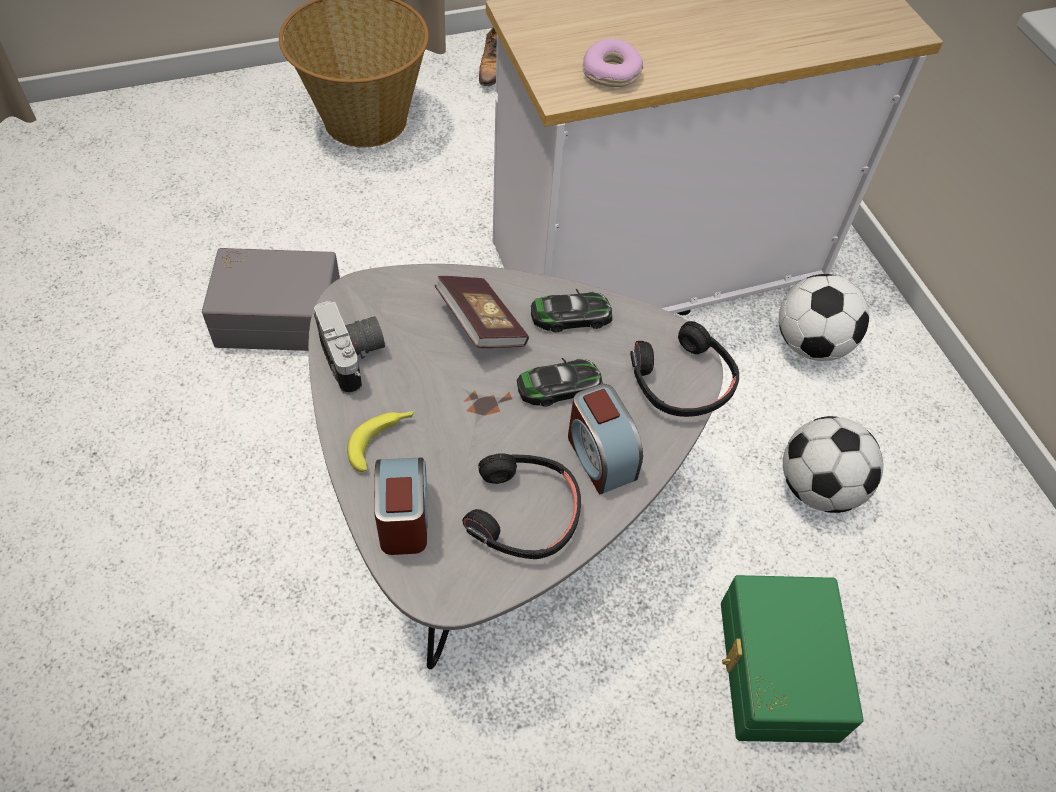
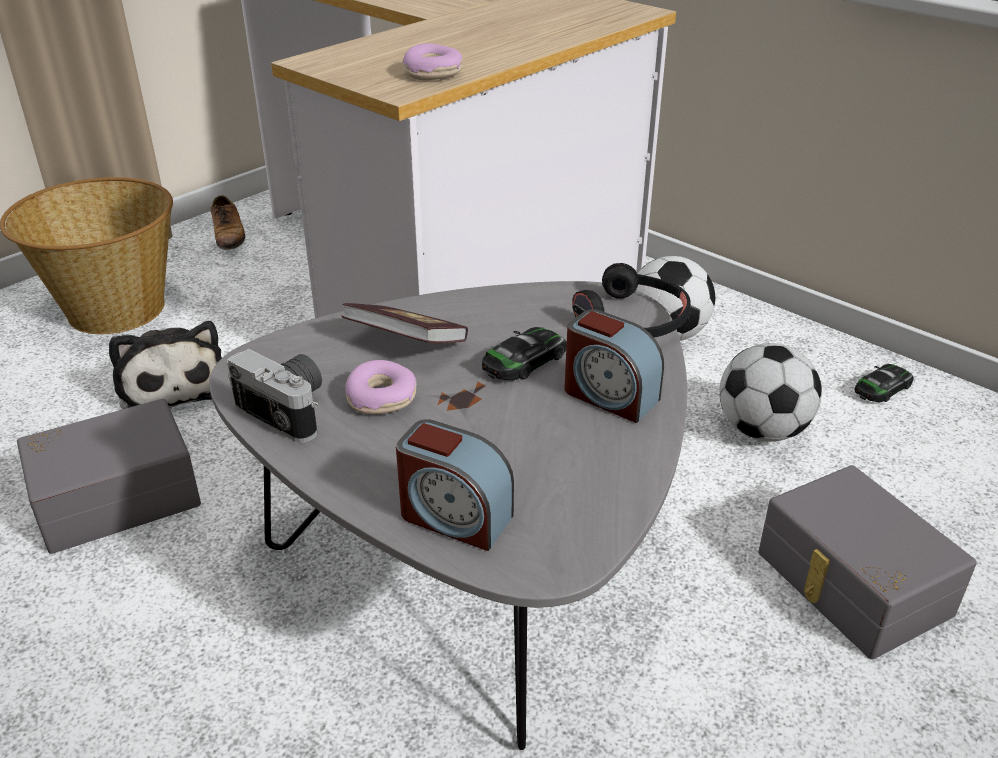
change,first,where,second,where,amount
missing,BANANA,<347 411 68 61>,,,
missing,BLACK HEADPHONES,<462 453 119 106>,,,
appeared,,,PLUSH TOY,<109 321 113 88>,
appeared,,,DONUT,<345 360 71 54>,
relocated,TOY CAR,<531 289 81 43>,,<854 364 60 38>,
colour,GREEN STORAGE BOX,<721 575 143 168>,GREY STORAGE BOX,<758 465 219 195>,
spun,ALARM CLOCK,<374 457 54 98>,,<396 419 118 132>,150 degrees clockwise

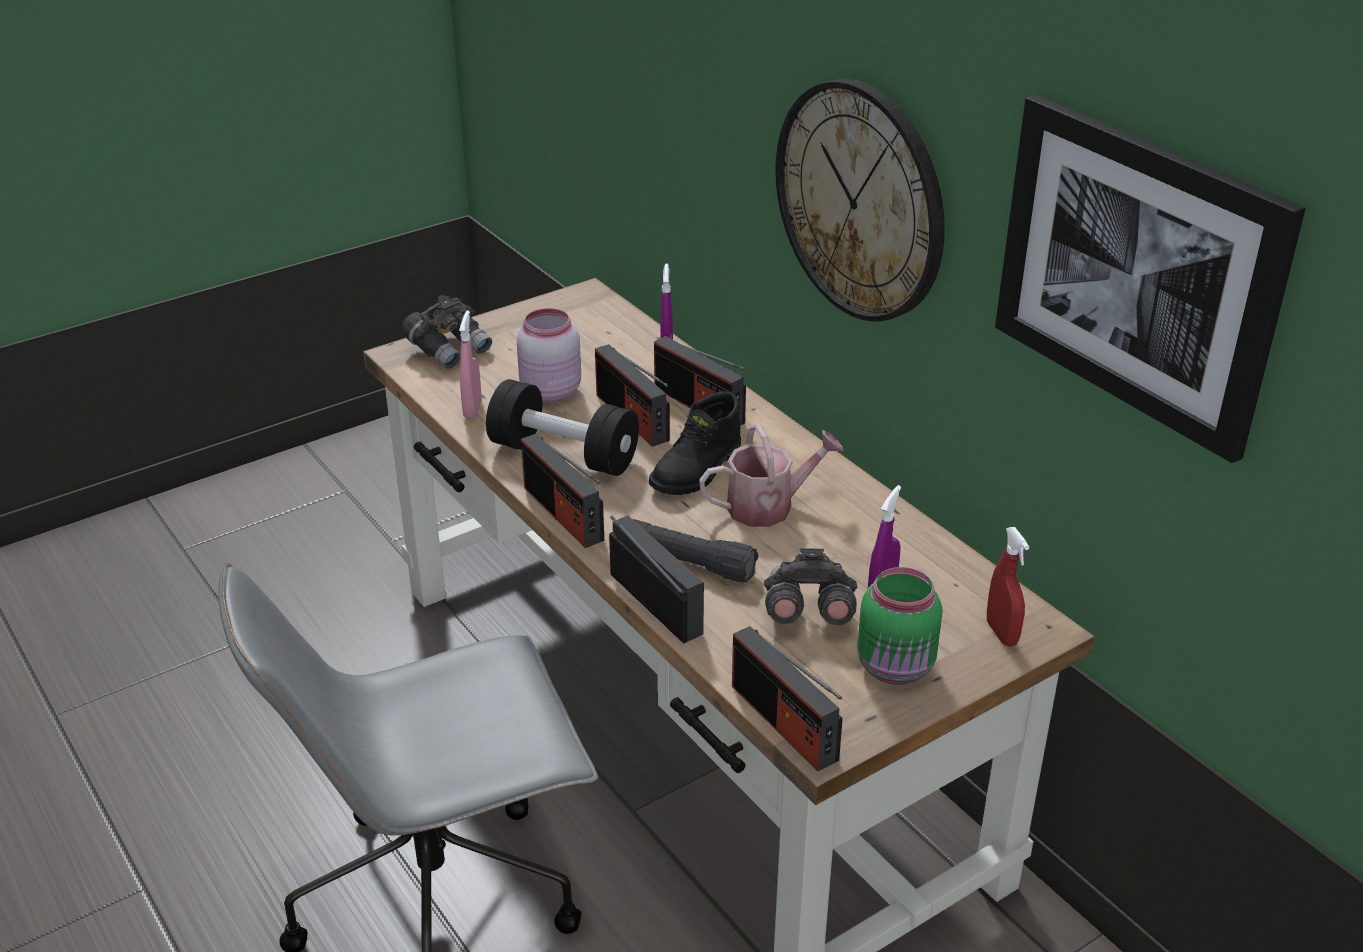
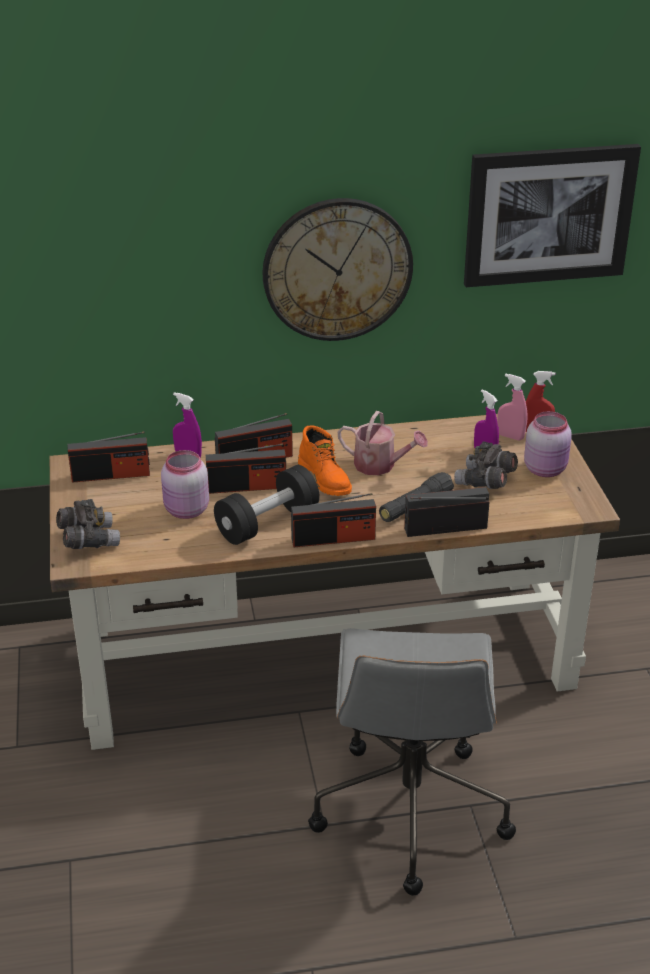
change,first,where,second,where,amount
relocated,PINK SPRAY BOTTLE,<459 311 23 108>,,<497 374 30 67>,
relocated,RADIO,<732 626 111 145>,,<68 431 82 52>,
colour,BLACK BOOT,<649 391 92 104>,ORANGE BOOT,<298 425 54 71>,
colour,GREEN JAR,<857 567 86 118>,PINK JAR,<524 411 48 66>,
spun,WATERING CAN,<699 425 145 102>,,<338 411 90 64>,105 degrees clockwise

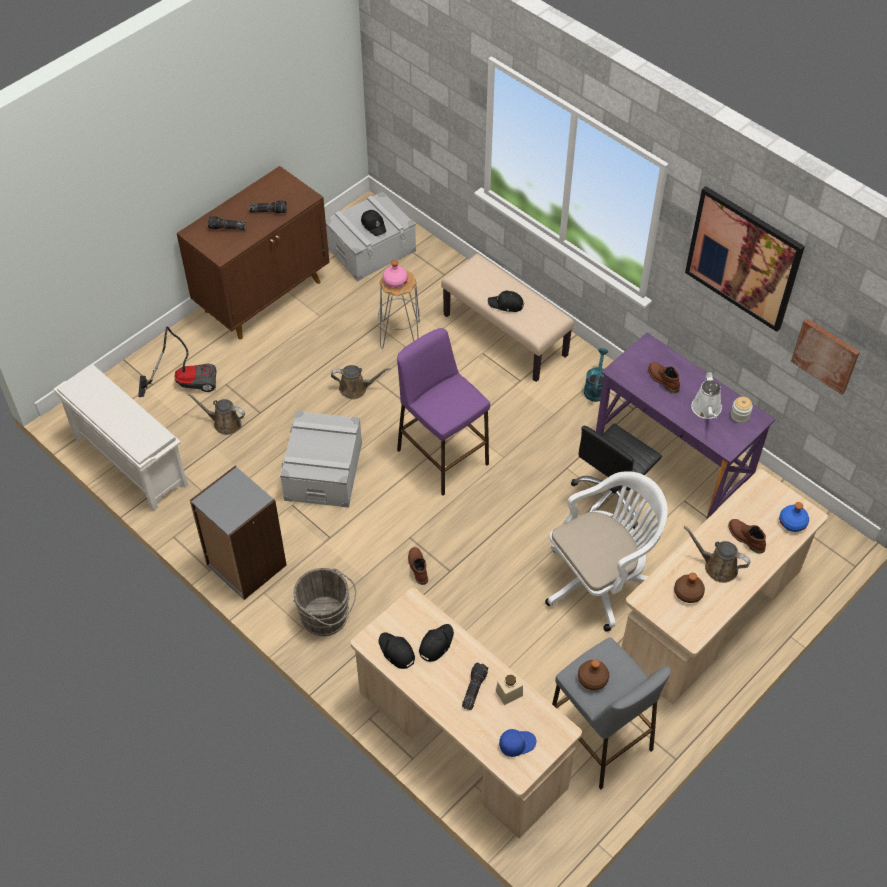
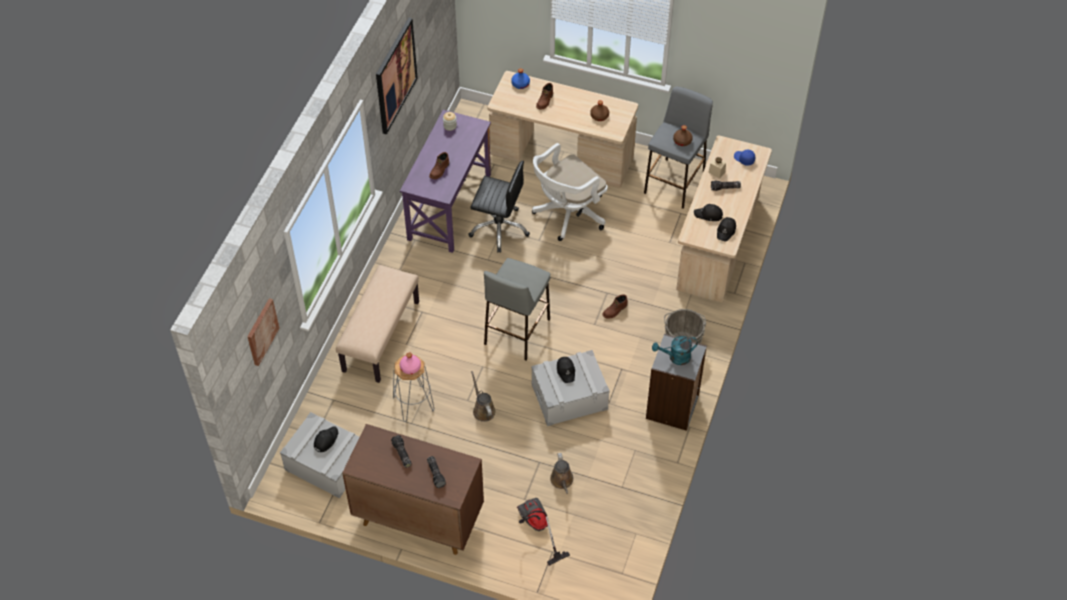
change,first,where,second,where,amount
missing,WHITE SHOE RACK,<53 364 135 147>,,,
missing,BROWN WATERING CAN,<684 526 66 57>,,,
missing,WHITE WATERING CAN,<691 372 31 47>,,,
relocated,BLACK CAP,<488 290 36 22>,,<557 357 18 26>,
relocated,TURQUOISE WATERING CAN,<584 348 24 54>,,<652 336 46 29>,
relocated,PICTURE,<791 318 69 77>,,<247 298 32 68>,
colour,PURPLE STOOL,<397 328 93 168>,GREY STOOL,<484 258 67 103>,
spun,WHITE OFFICE CHAIR,<545 471 123 161>,,<532 143 76 98>,75 degrees counterclockwise

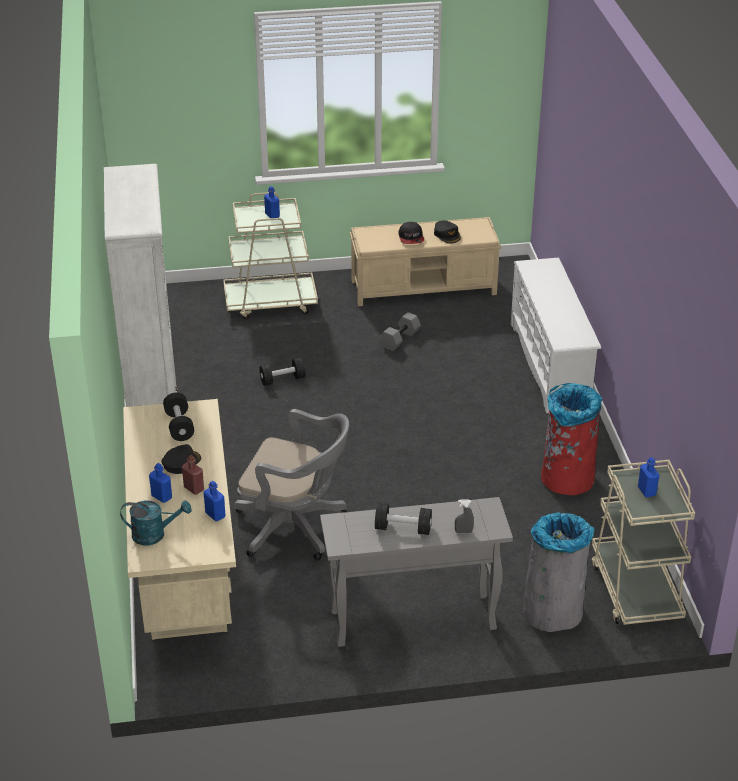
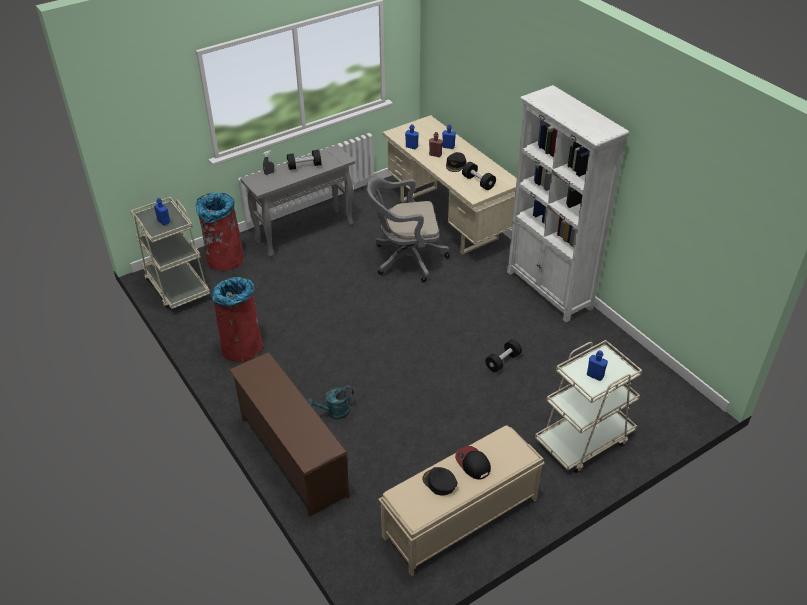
change,first,where,second,where,amount
missing,GREY DUMBBELL,<380 312 41 39>,,,
relocated,TURQUOISE WATERING CAN,<120 500 72 45>,,<307 386 47 33>,
colour,WHITE SHOE RACK,<511 258 90 155>,BROWN SHOE RACK,<229 352 121 165>,
colour,GREY TRASH CAN,<523 512 71 120>,RED TRASH CAN,<195 192 49 78>,

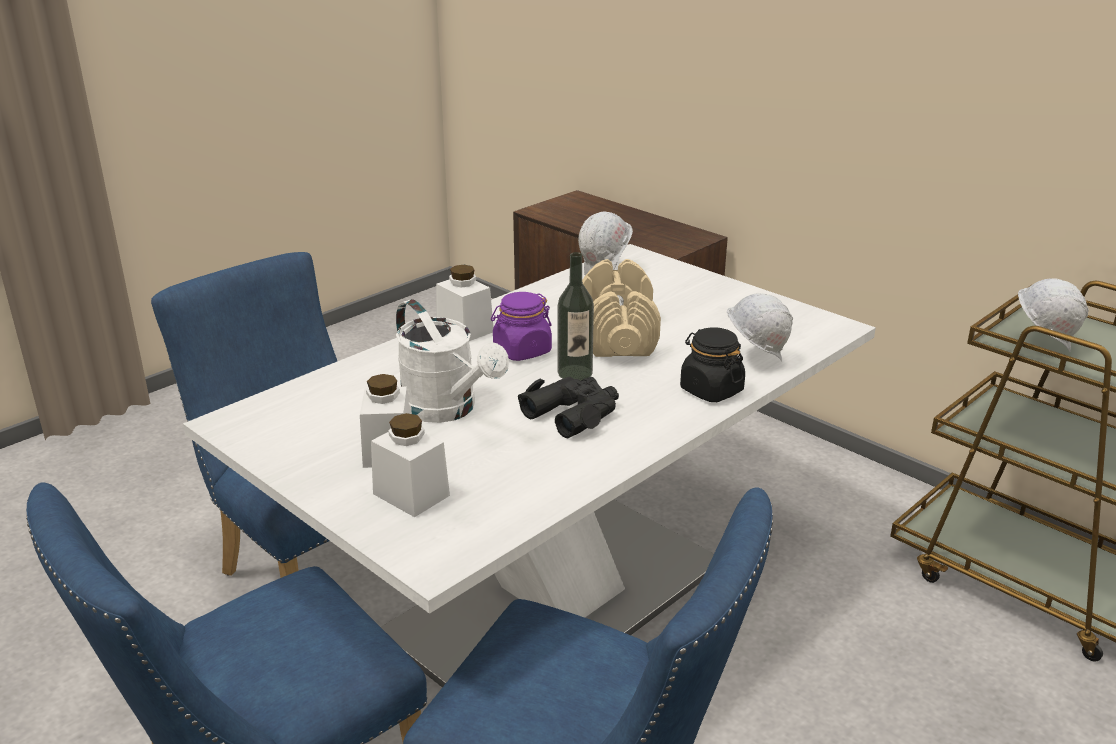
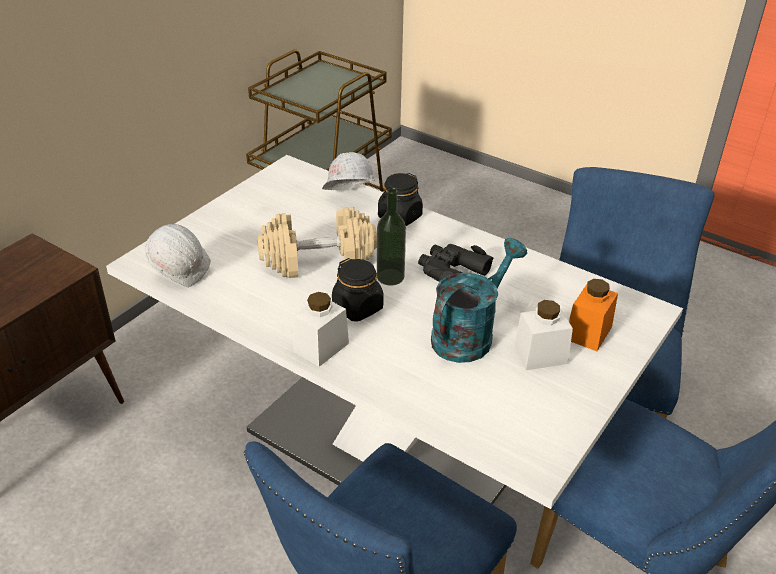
change,first,where,second,where,amount
missing,WHITE HARD HAT,<1018 278 71 74>,,,
colour,WHITE JAR,<371 413 79 104>,ORANGE JAR,<569 279 49 72>,
colour,WHITE WATERING CAN,<396 299 113 124>,TURQUOISE WATERING CAN,<431 238 96 125>,
colour,PURPLE JAR,<491 292 61 69>,BLACK JAR,<332 258 51 64>,

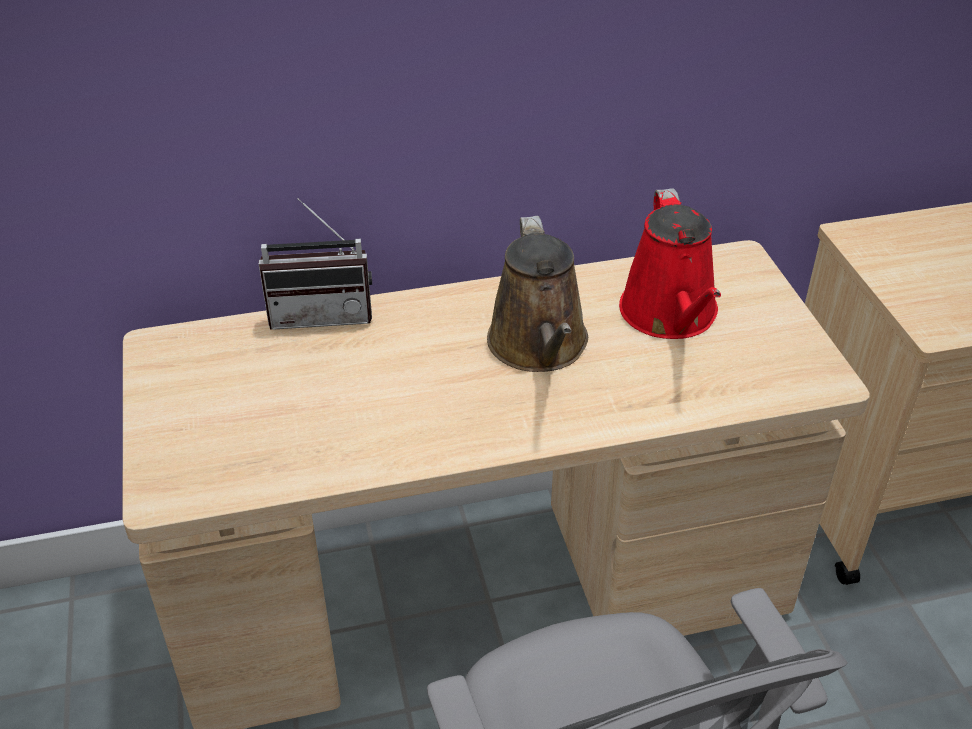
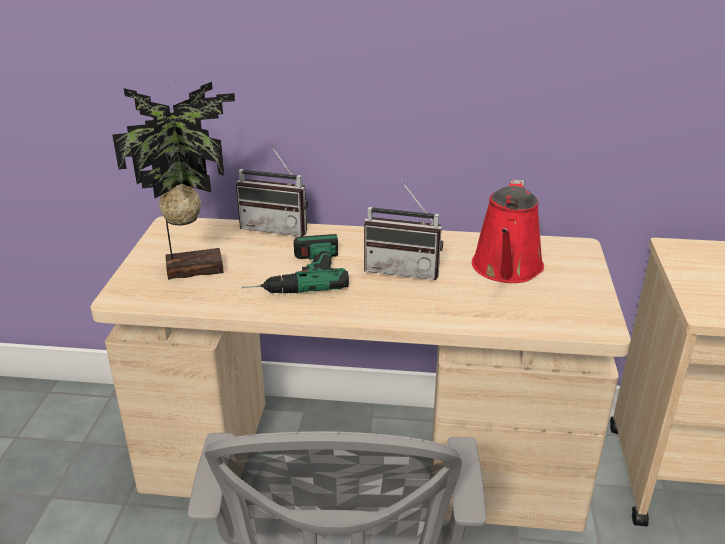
change,first,where,second,where,amount
appeared,,,POTTED PLANT,<112 82 123 198>,
appeared,,,POWER DRILL,<242 234 107 59>,
exchanged,BROWN WATERING CAN,<487 216 101 156>,RADIO,<364 180 79 100>,

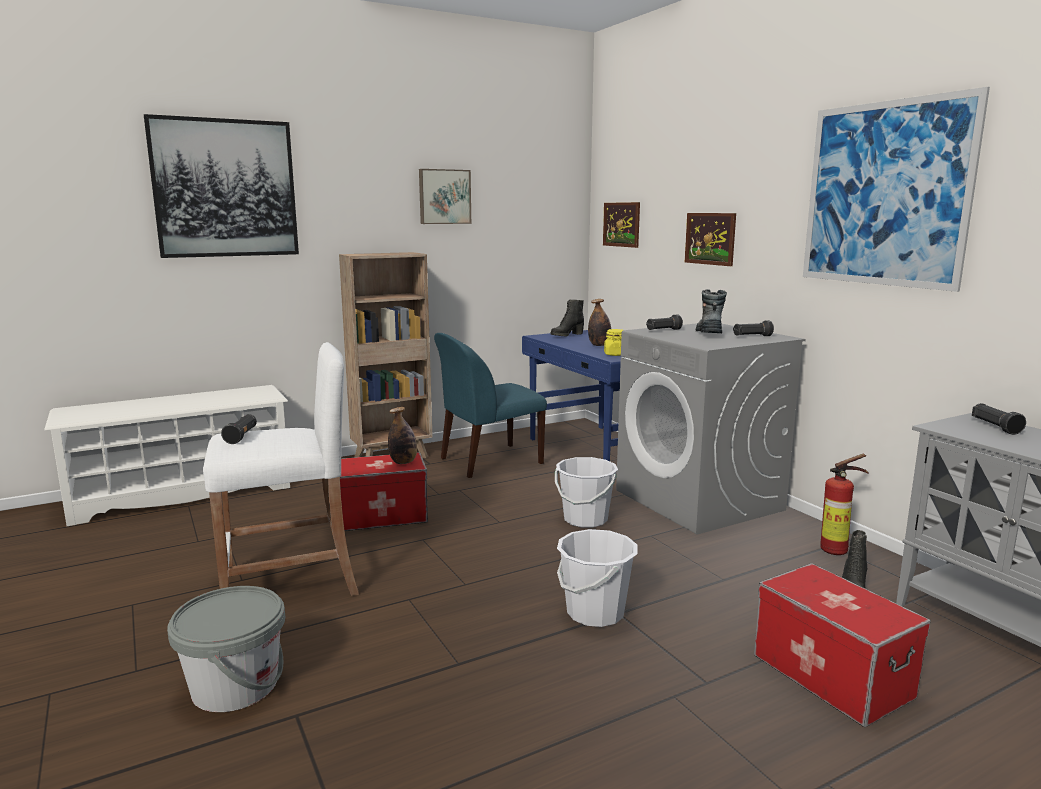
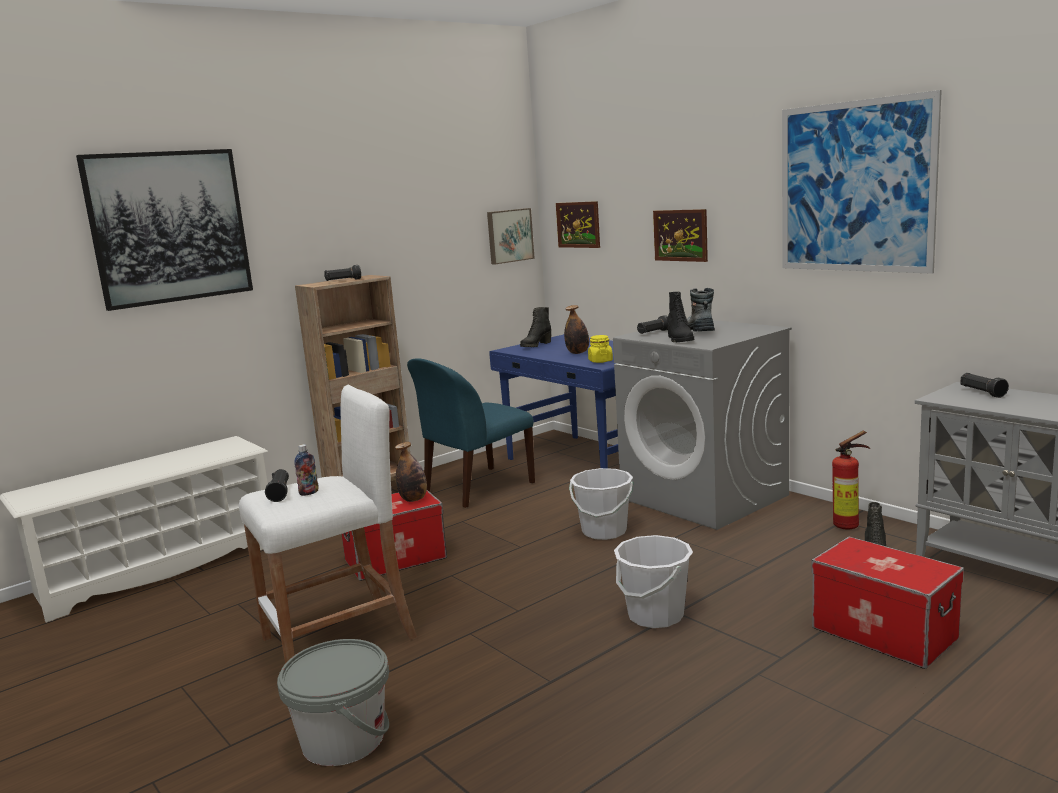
change,first,where,second,where,amount
appeared,,,BOTTLE,<294 444 24 52>,
appeared,,,BLACK BOOT,<667 292 27 50>,
relocated,PICTURE,<419 169 52 55>,,<487 208 48 56>,
relocated,BLACK FLASHLIGHT,<733 320 41 16>,,<324 265 37 16>,

